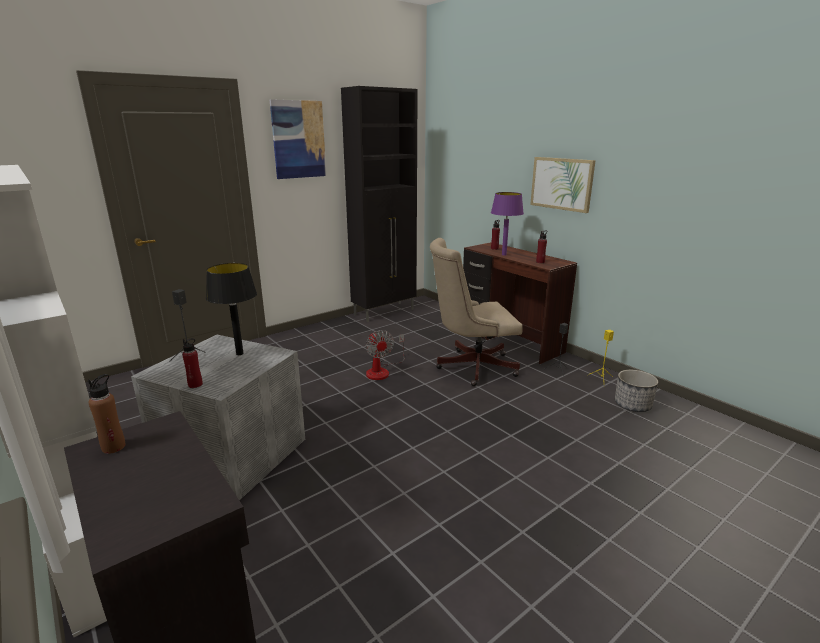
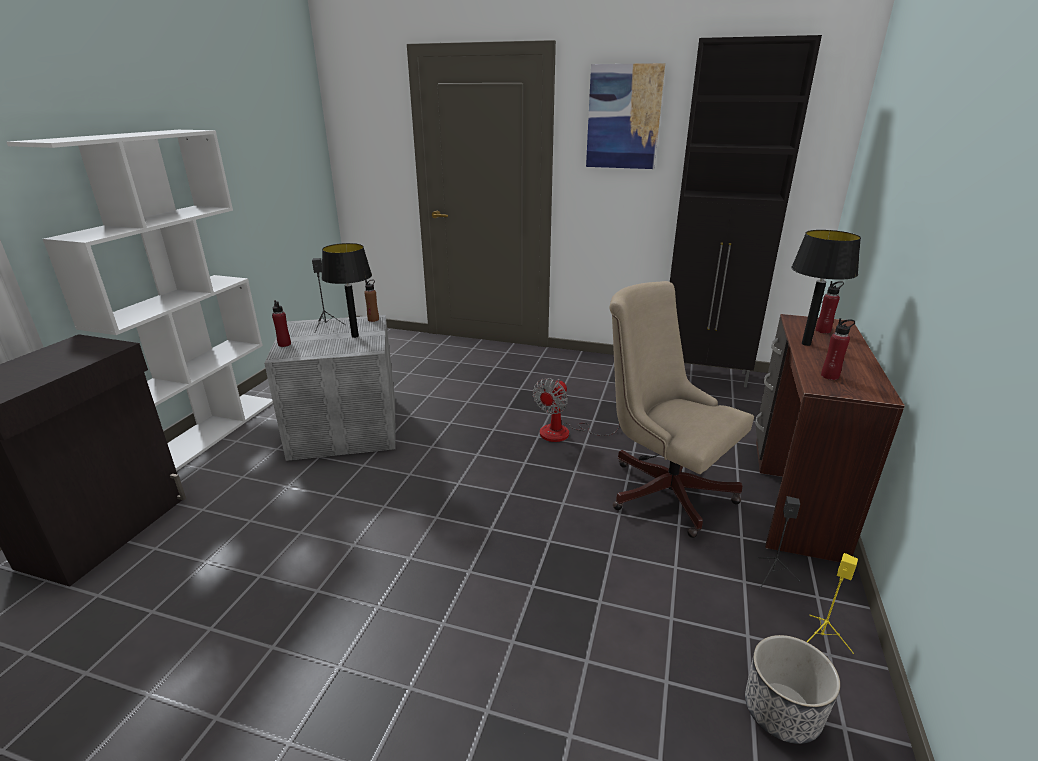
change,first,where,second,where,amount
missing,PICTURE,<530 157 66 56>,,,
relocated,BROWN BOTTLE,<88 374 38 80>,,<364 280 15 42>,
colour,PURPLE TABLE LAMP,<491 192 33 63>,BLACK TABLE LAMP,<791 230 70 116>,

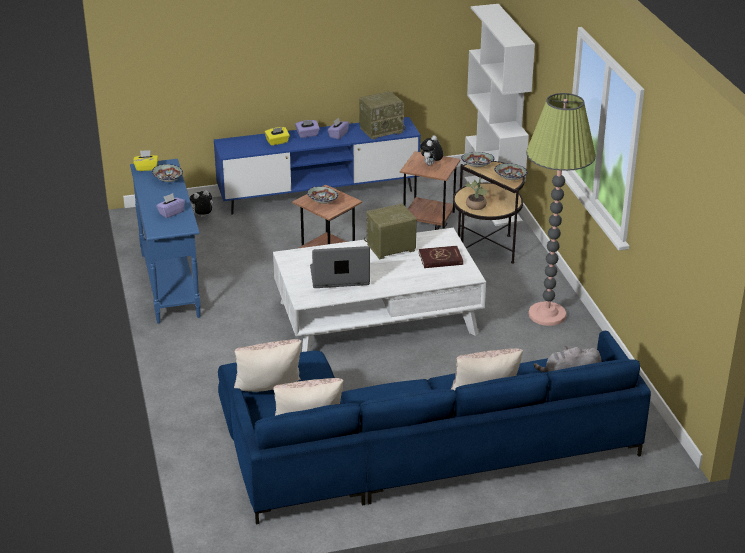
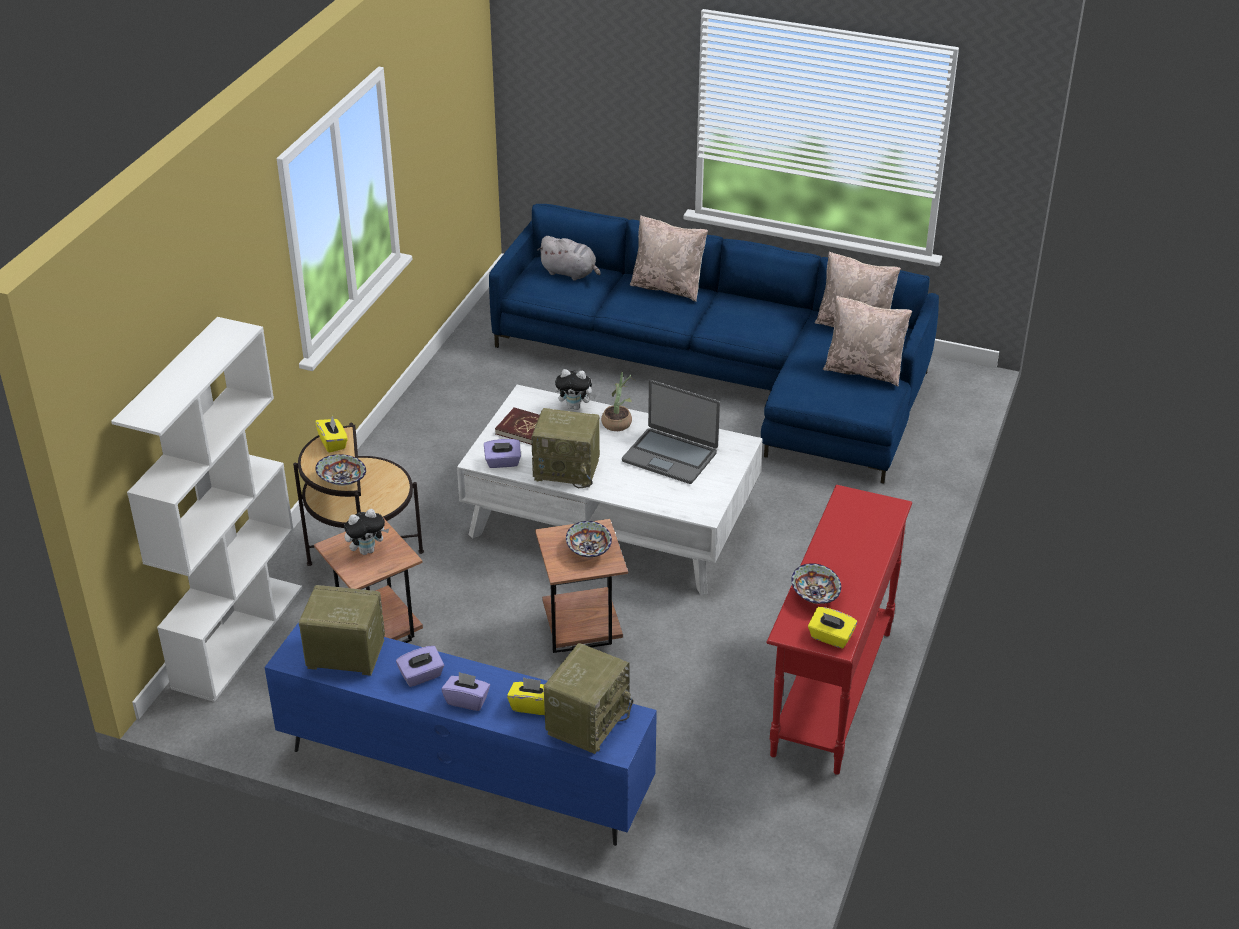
change,first,where,second,where,amount
missing,FLOOR LAMP,<526 93 70 233>,,,
appeared,,,RADIO,<544 643 89 111>,
relocated,PURPLE TISSUE BOX,<156 193 29 25>,,<484 439 37 29>,
relocated,PLUSH TOY,<189 190 24 27>,,<555 369 41 41>,
relocated,POTTED PLANT,<465 177 22 33>,,<601 372 34 59>,
exchanged,BOWL,<494 163 33 17>,YELLOW TISSUE BOX,<315 416 33 37>,
colour,BLUE CONSOLE TABLE,<130 159 71 165>,RED CONSOLE TABLE,<767 485 145 290>,

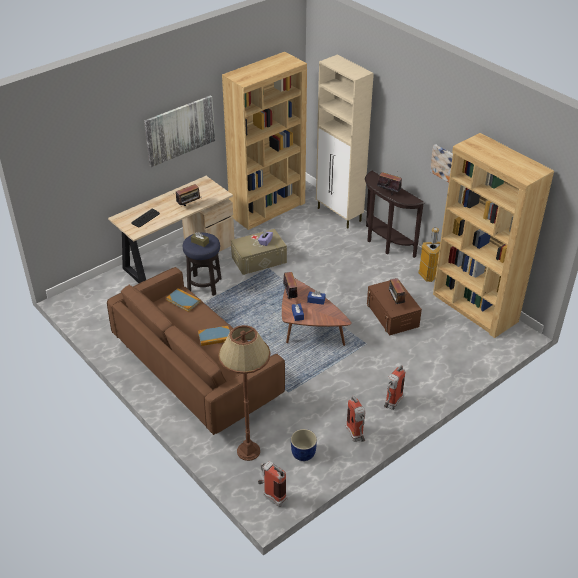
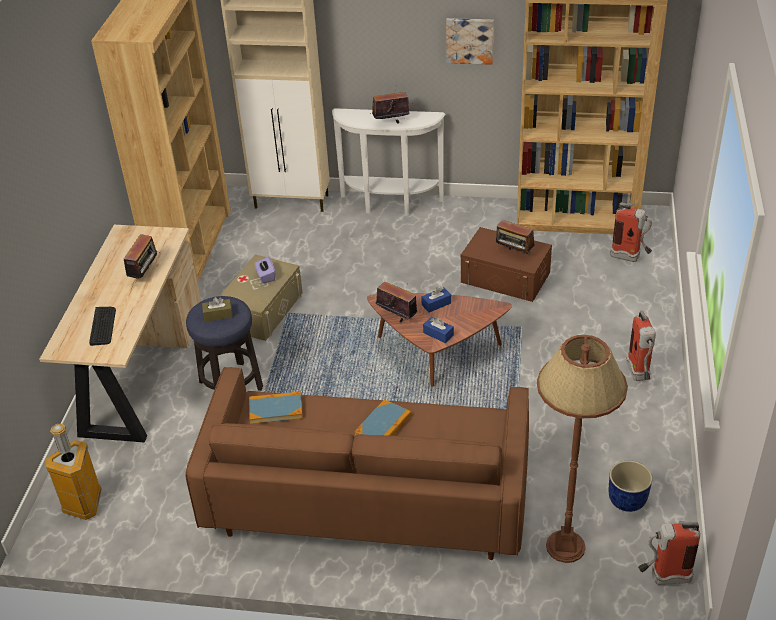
change,first,where,second,where,amount
missing,PICTURE,<144 95 71 72>,,,
relocated,FIRE EXTINGUISHER,<345 395 20 47>,,<610 203 42 59>,
relocated,TRASH CAN,<418 228 22 54>,,<46 424 56 96>,
colour,BROWN CONSOLE TABLE,<365 171 60 87>,WHITE CONSOLE TABLE,<332 108 113 107>,

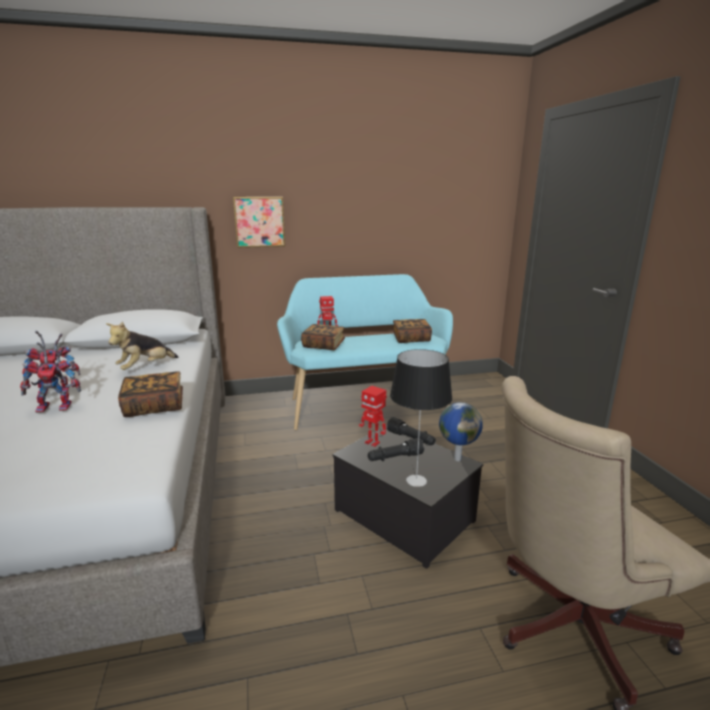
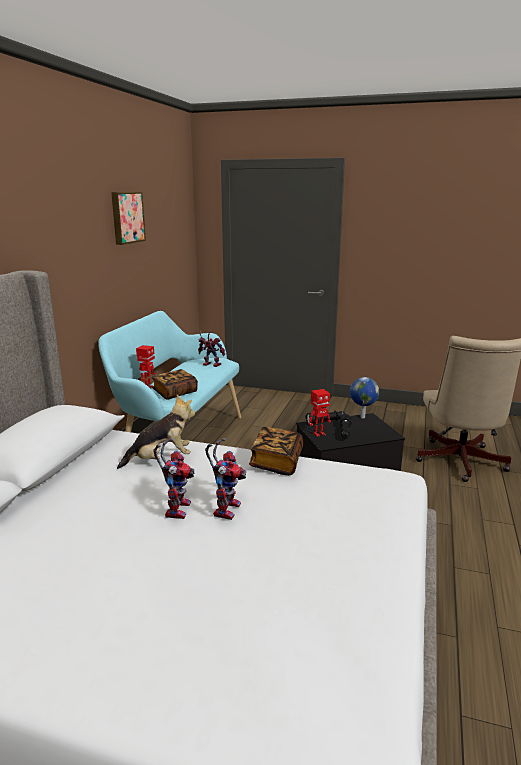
change,first,where,second,where,amount
missing,TABLE LAMP,<390 349 62 138>,,,
relocated,PICTURE,<233 197 52 51>,,<111 192 35 53>,
exchanged,BOOK,<393 319 39 24>,TOY ROBOT,<198 330 27 37>,
spun,PLUSH TOY,<106 322 72 48>,,<117 395 78 74>,90 degrees counterclockwise

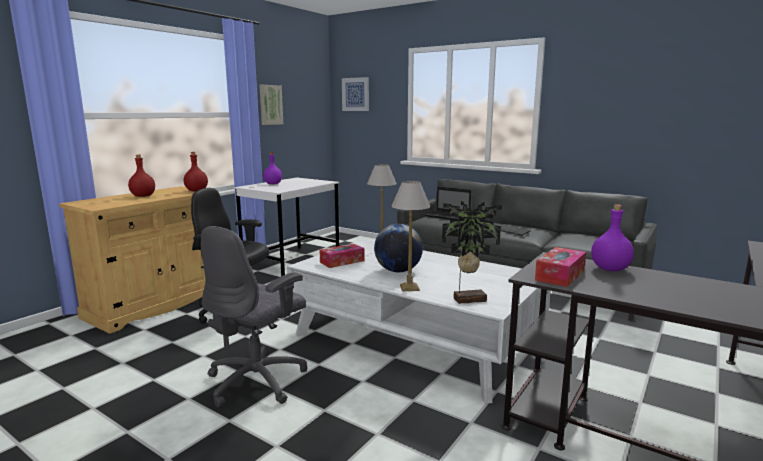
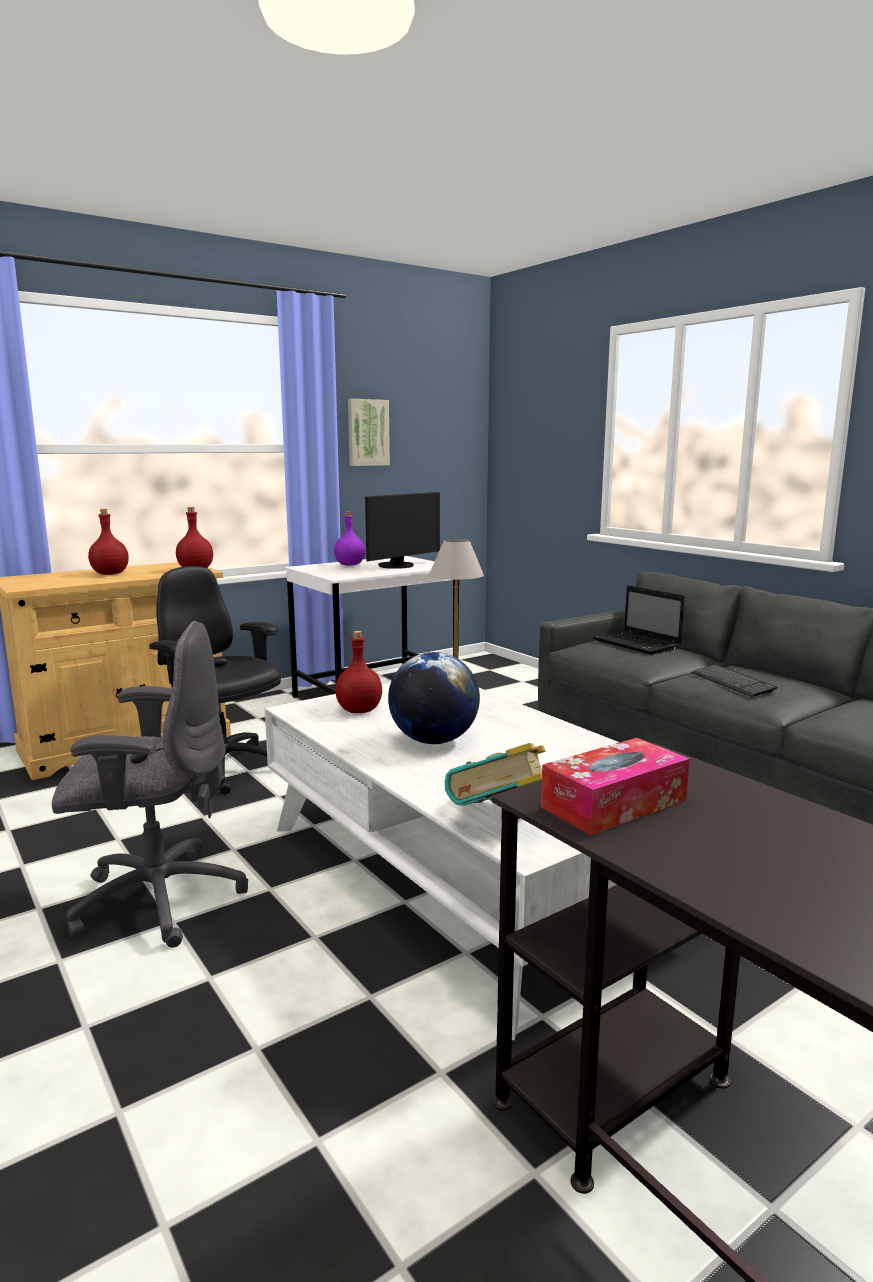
change,first,where,second,where,amount
missing,PICTURE,<342 77 27 34>,,,
missing,TABLE LAMP,<392 181 38 110>,,,
missing,PURPLE BOTTLE,<591 204 43 67>,,,
appeared,,,MONITOR,<365 492 75 77>,
exchanged,TISSUE BOX,<320 244 45 24>,RED BOTTLE,<335 631 47 82>,
exchanged,POTTED PLANT,<442 201 60 103>,BOOK,<445 743 100 63>,
spun,GREY OFFICE CHAIR,<201 226 106 182>,,<52 621 196 327>,150 degrees counterclockwise

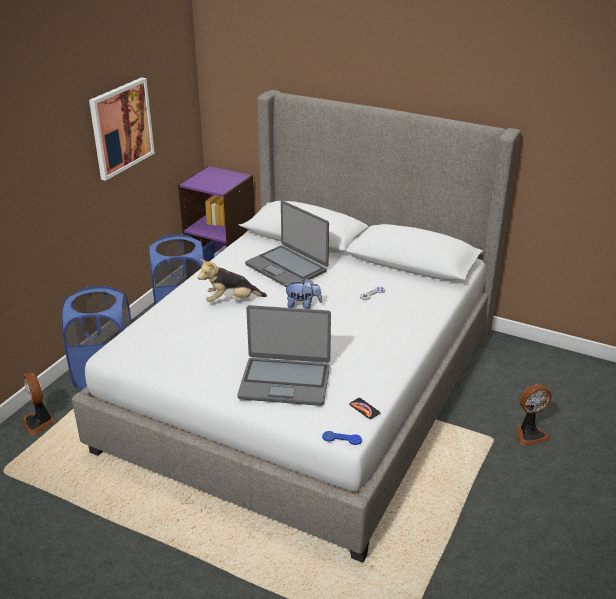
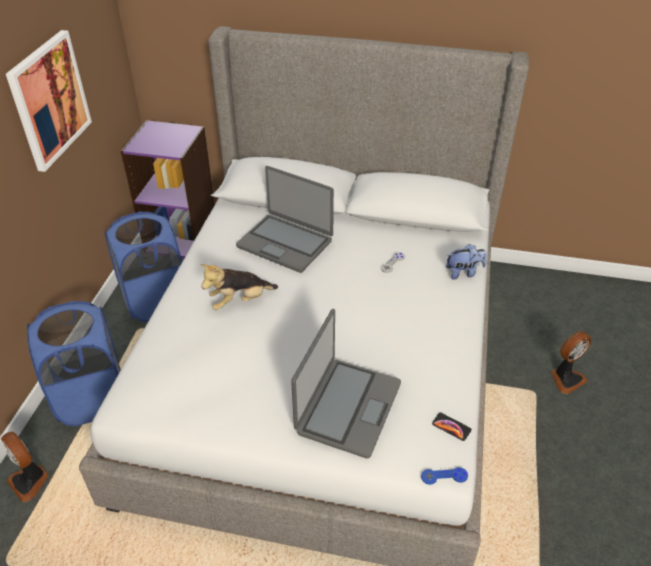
change,first,where,second,where,amount
relocated,PLUSH TOY,<284 279 38 30>,,<446 244 40 36>,
spun,LAPTOP,<237 305 94 101>,,<291 309 110 150>,60 degrees counterclockwise

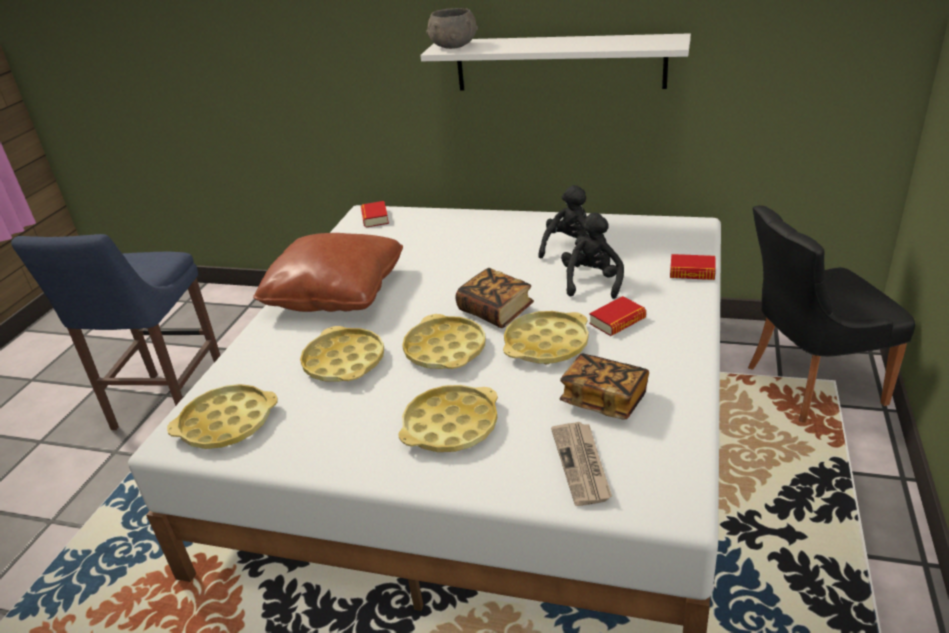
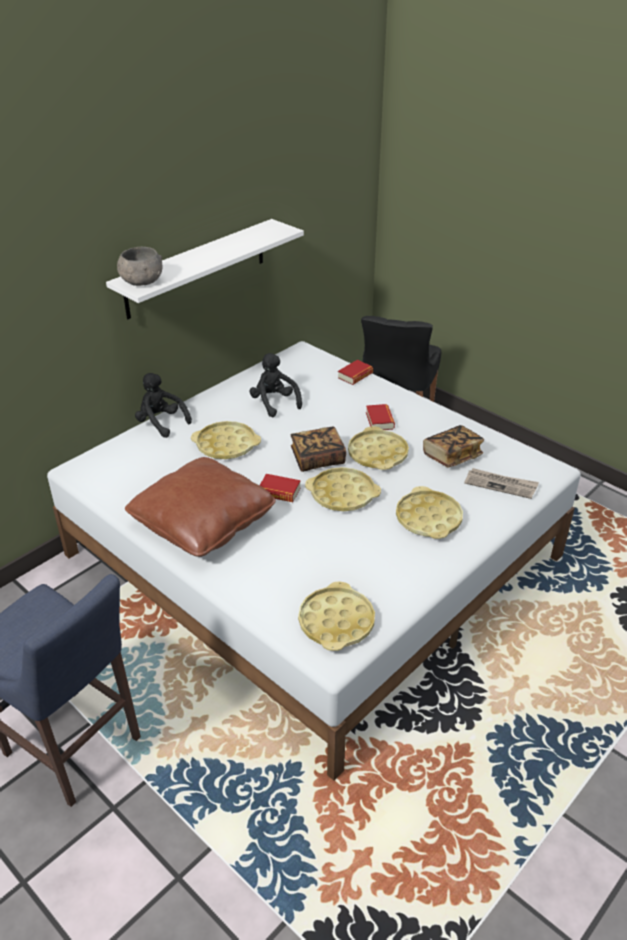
change,first,where,second,where,amount
relocated,YELLOW TRAY,<300 326 84 56>,,<191 421 70 38>,
relocated,BOOK,<361 201 28 26>,,<259 474 42 28>,
relocated,BLACK PLUSH TOY,<561 213 63 86>,,<135 373 57 65>,

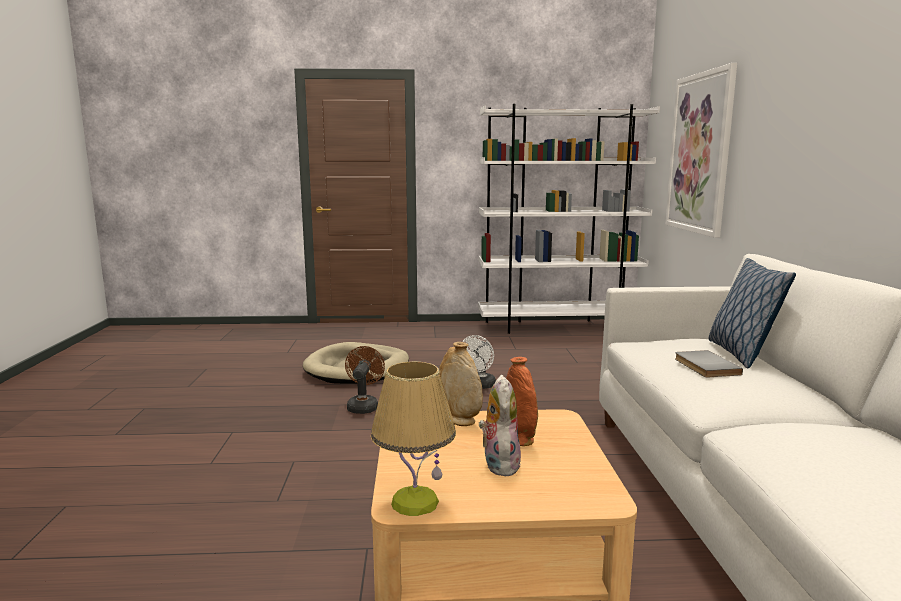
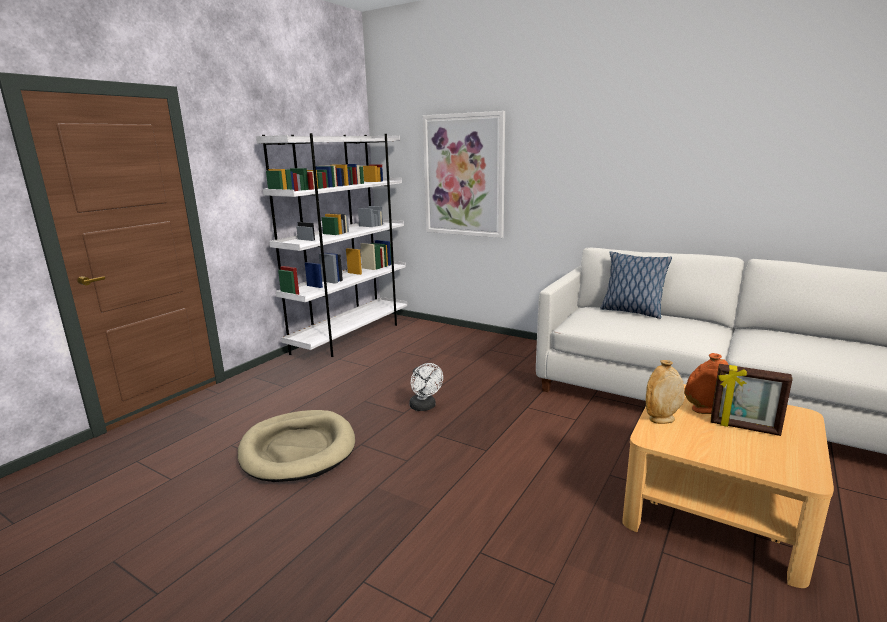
change,first,where,second,where,amount
missing,BROWN FAN,<345 346 40 68>,,,
missing,TABLE LAMP,<371 361 85 155>,,,
missing,GREY BOOK,<675 350 68 28>,,,
exchanged,PLUSH TOY,<479 374 42 103>,PICTURE FRAME,<711 364 82 72>,

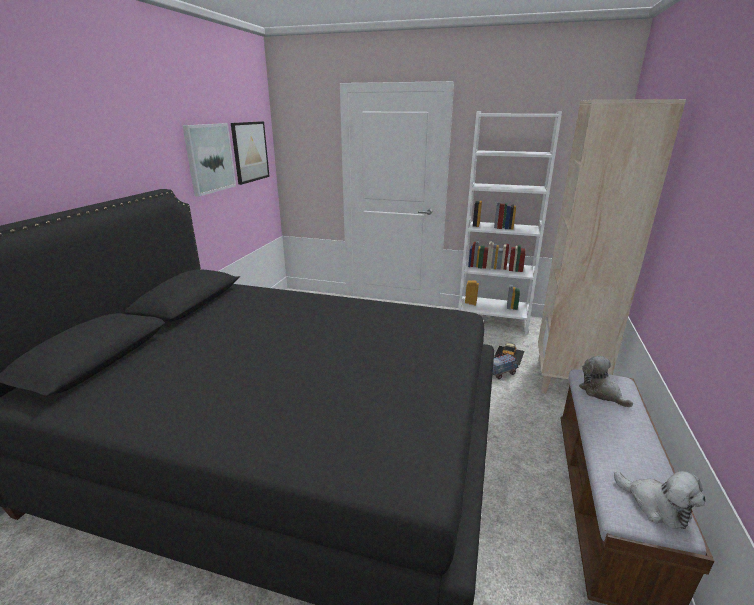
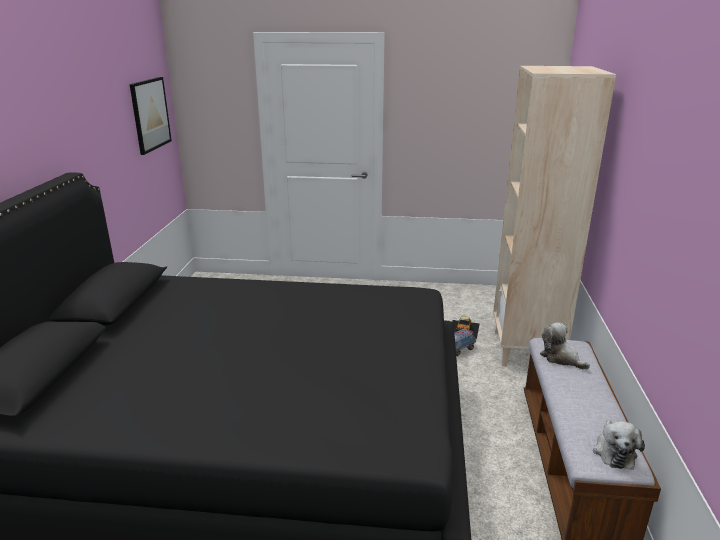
change,first,where,second,where,amount
missing,PICTURE,<182 123 54 74>,,,
missing,WHITE BOOKCASE,<458 111 104 223>,,,
spun,PLUSH TOY,<614 471 91 58>,,<593 420 52 50>,60 degrees clockwise

